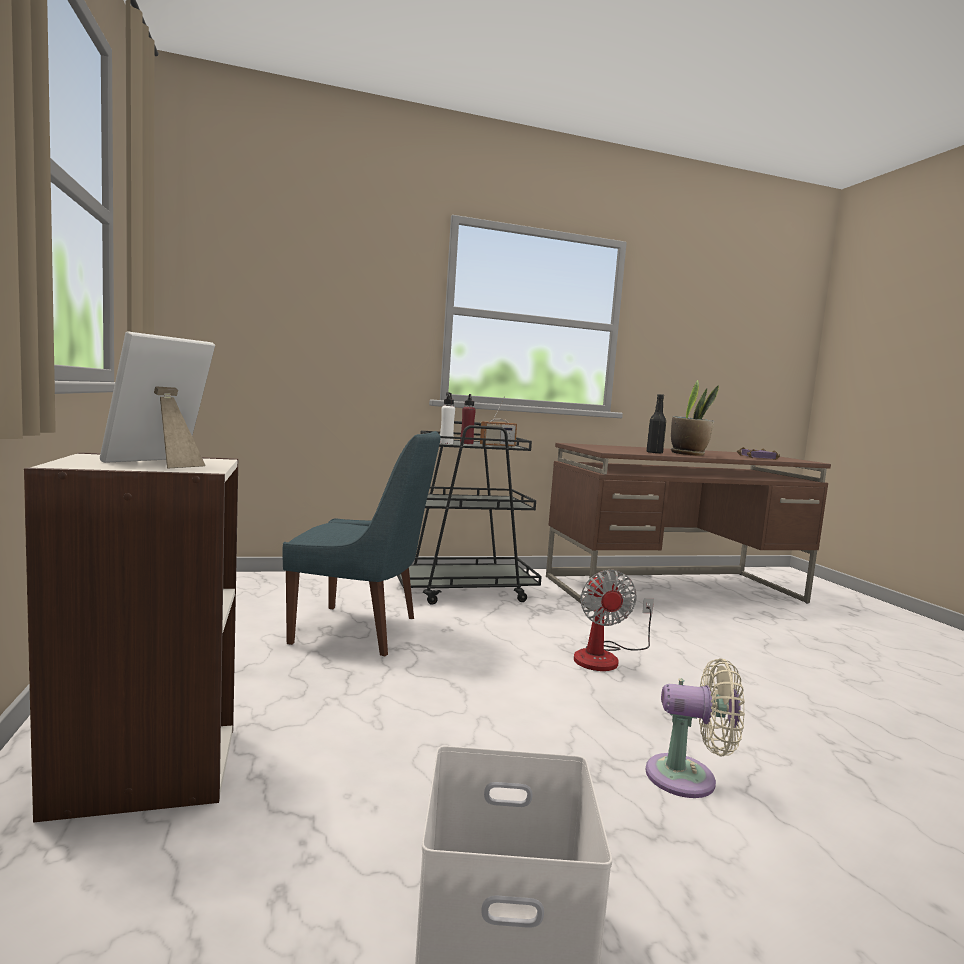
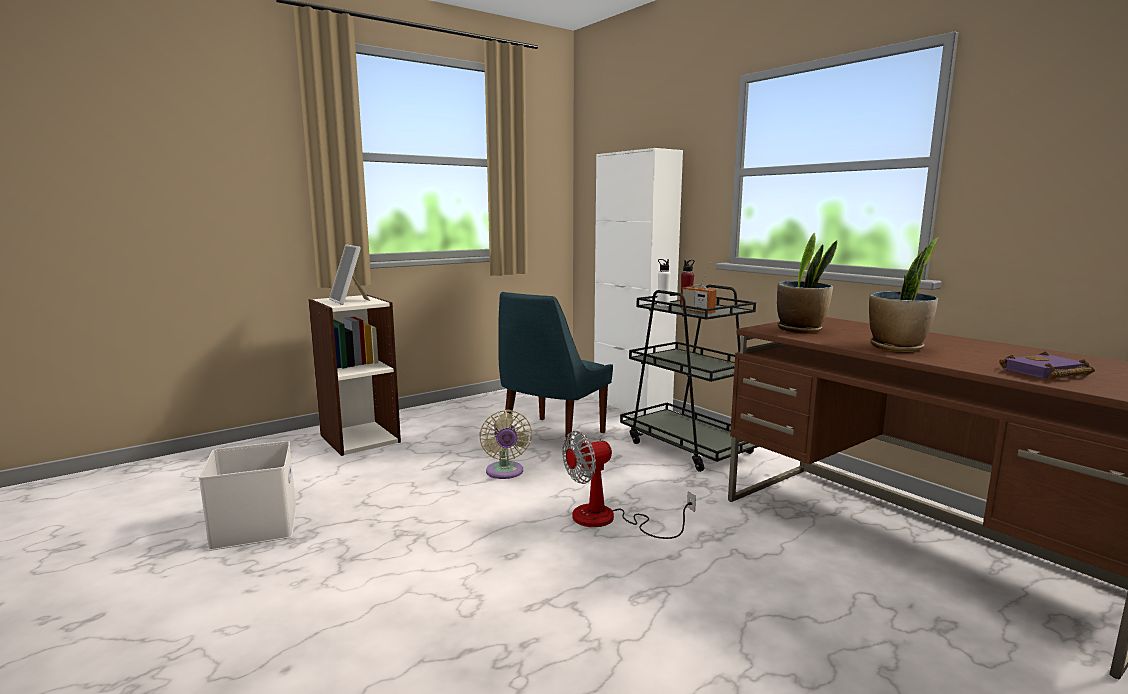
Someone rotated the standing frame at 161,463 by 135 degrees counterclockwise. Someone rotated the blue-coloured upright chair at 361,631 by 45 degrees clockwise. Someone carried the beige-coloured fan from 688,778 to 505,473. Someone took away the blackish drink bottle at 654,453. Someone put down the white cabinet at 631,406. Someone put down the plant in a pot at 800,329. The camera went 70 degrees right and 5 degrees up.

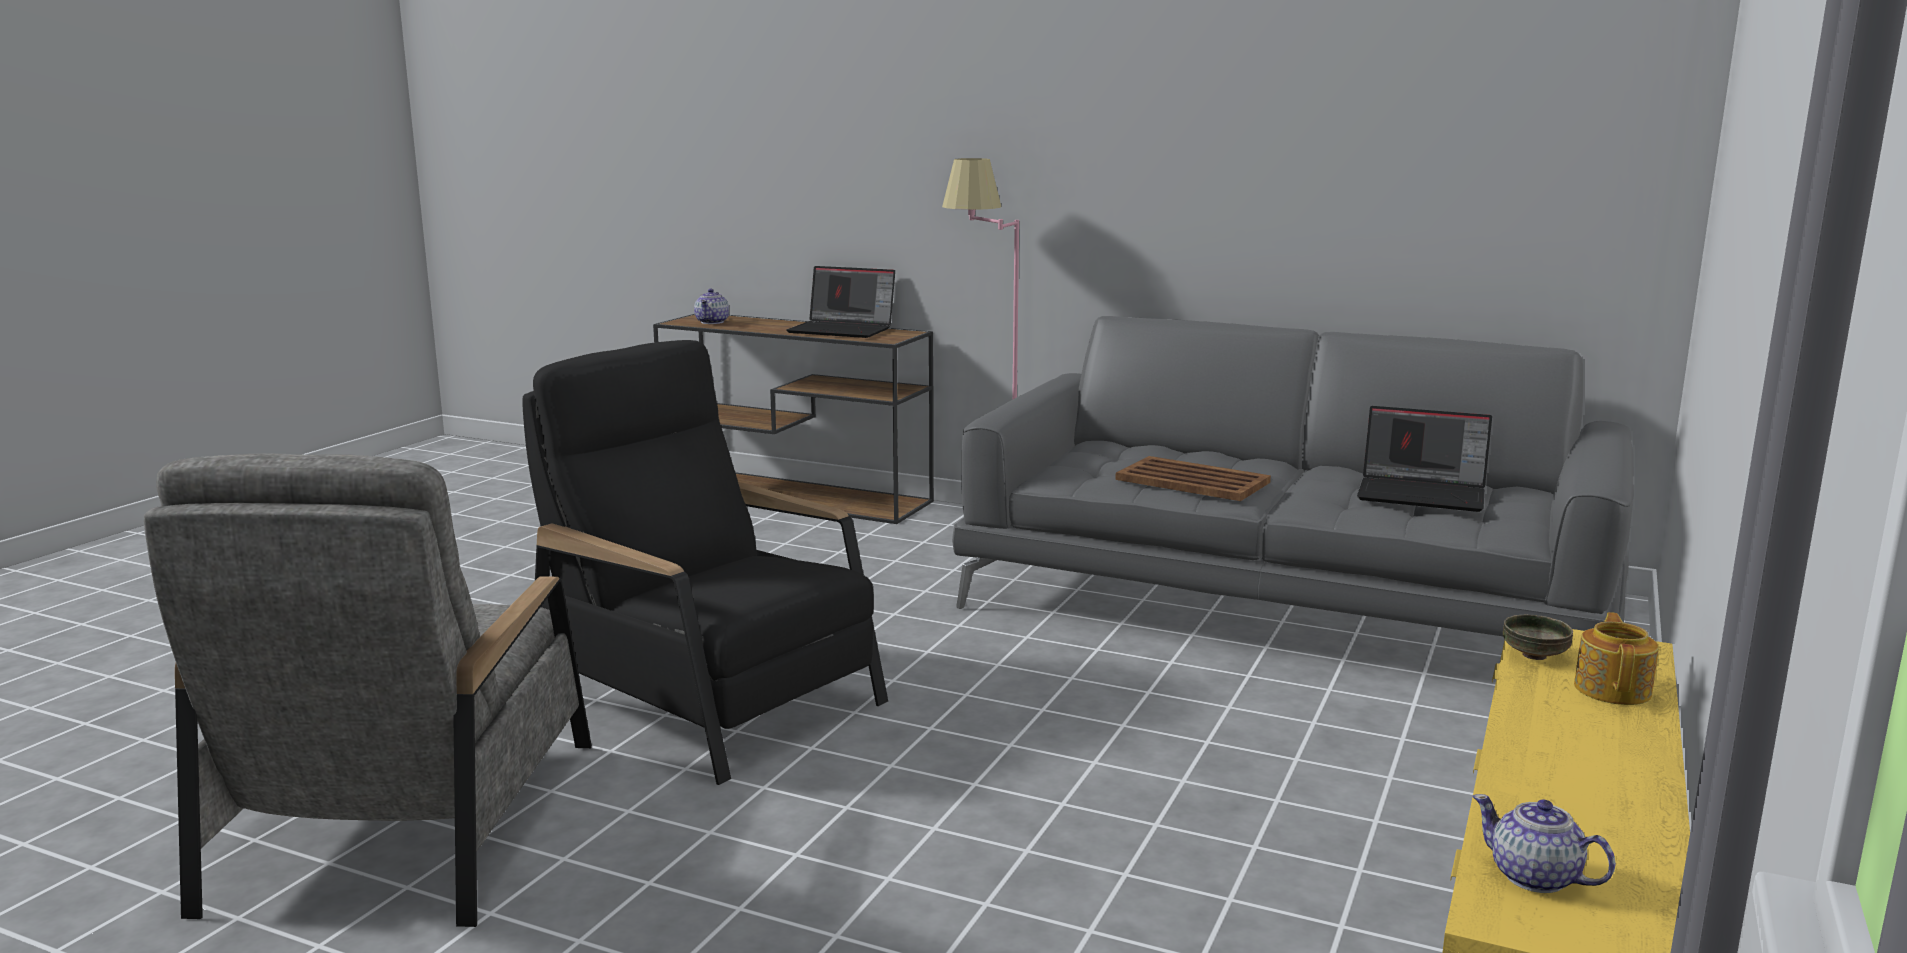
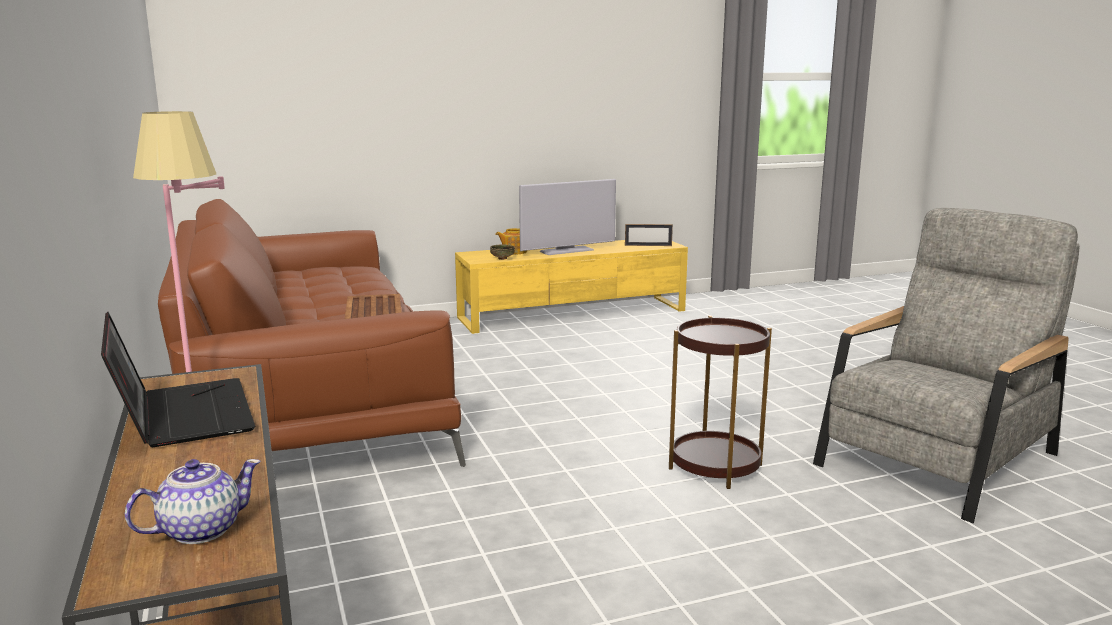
Someone swapped the blackish armchair at 709,699 for the brownish end table at 715,466. Someone repainted the gray couch at 1285,601, which became the brownish couch at 308,397. Someone took away the portable computer at 1423,494. Someone swapped the teapot at 1535,878 for the standing frame at 648,245. Someone put down the TV set at 566,251. The camera went 135 degrees left and 0 degrees up.

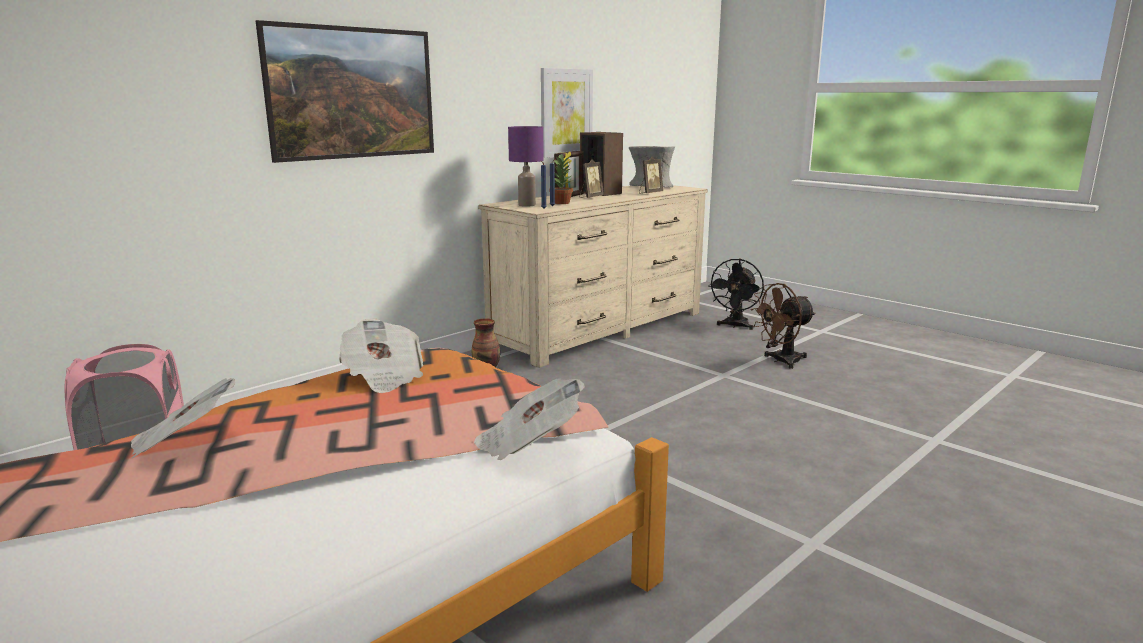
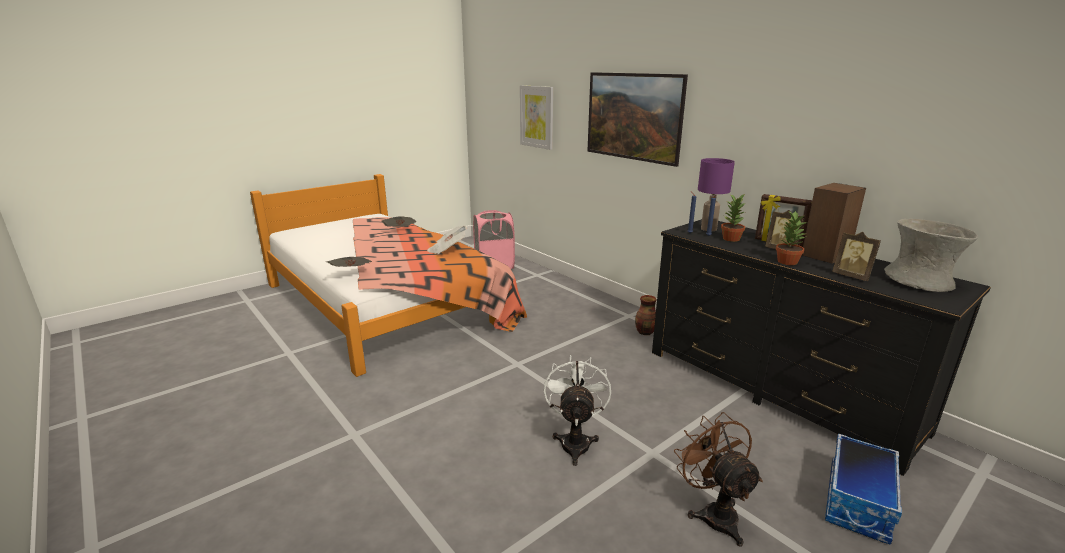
Someone repainted the beige-coloured drawer chest at 600,329, which became the blackish drawer chest at 776,389. Someone carried the wall picture from 566,112 to 537,117. Someone swapped the blackish fan at 735,326 for the storage bin at 859,502. Someone put down the white fan at 575,441. Someone put down the plant in a pot at 787,261. The camera went 95 degrees right and 5 degrees up.

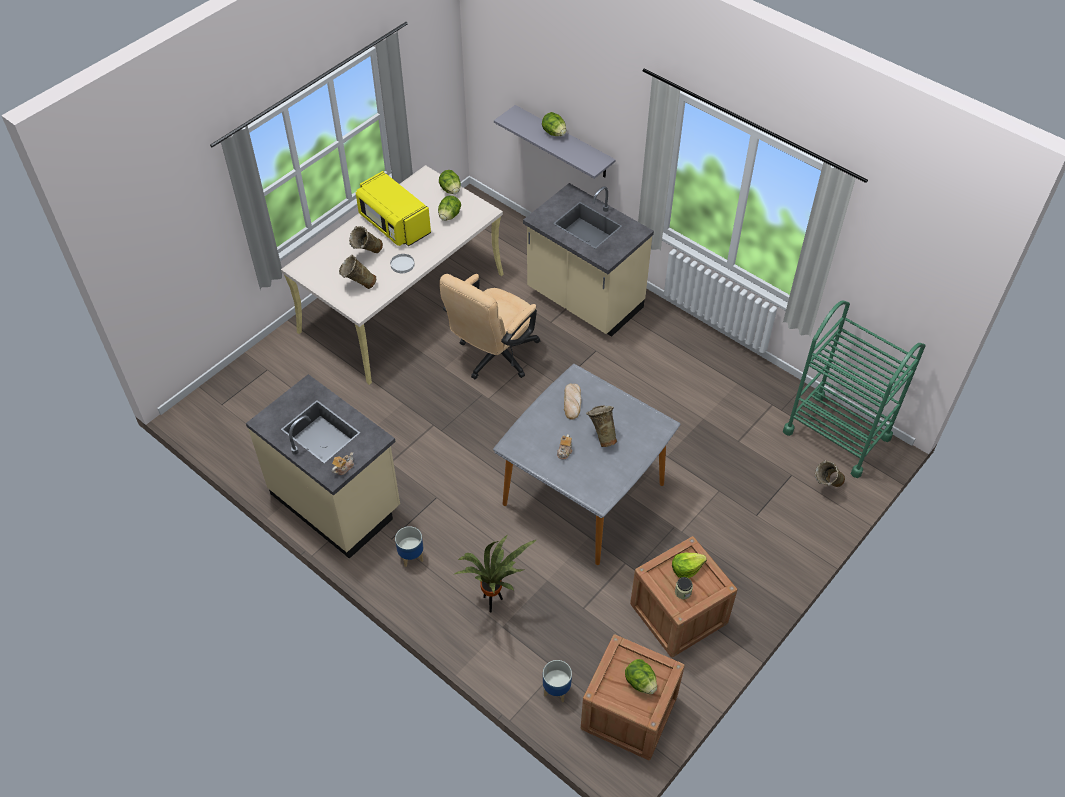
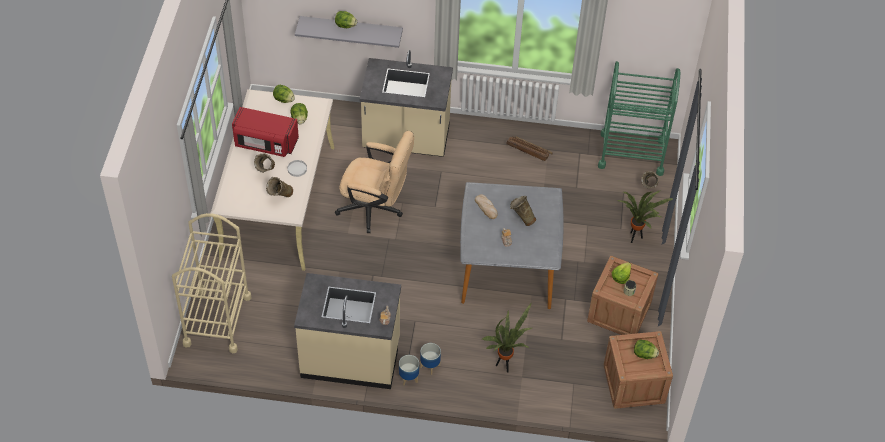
Someone repainted the yellowish microwave oven at 394,224, which became the red microwave oven at 265,143. Someone rotated the beige-coloured office chair at 493,357 by 75 degrees counterclockwise. Someone carried the plant pot from 556,689 to 408,378. Someone put down the beige-coloured trolley at 217,320. Someone put down the crate at 528,150. Someone put down the plant in a pot at 635,238. The camera went 35 degrees left and 0 degrees up.

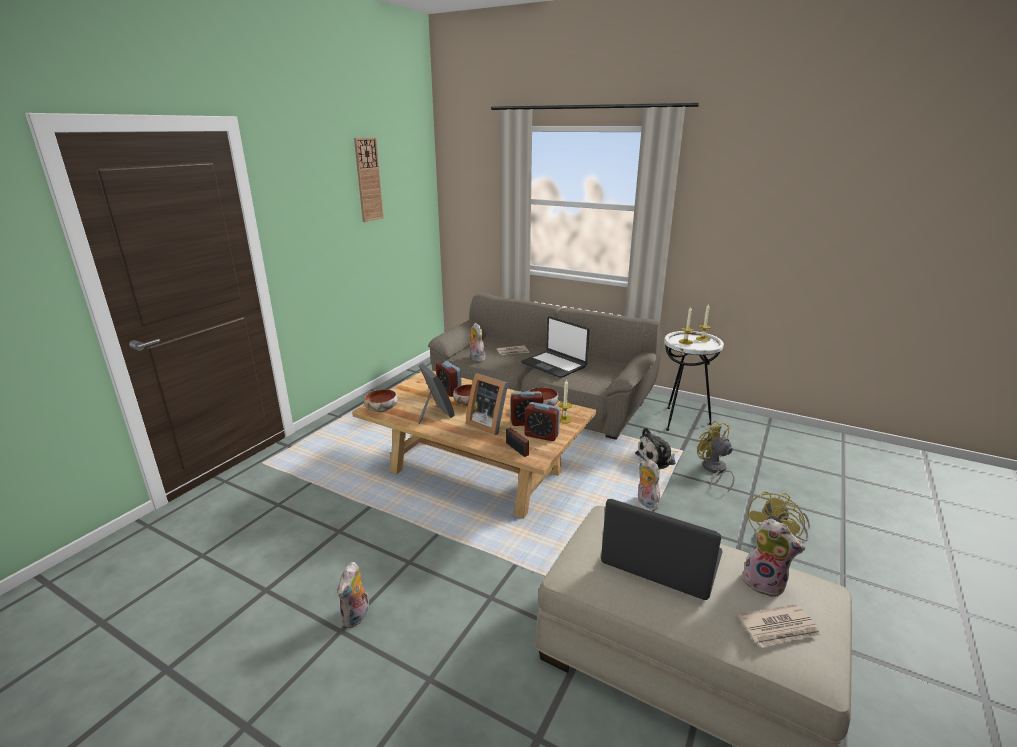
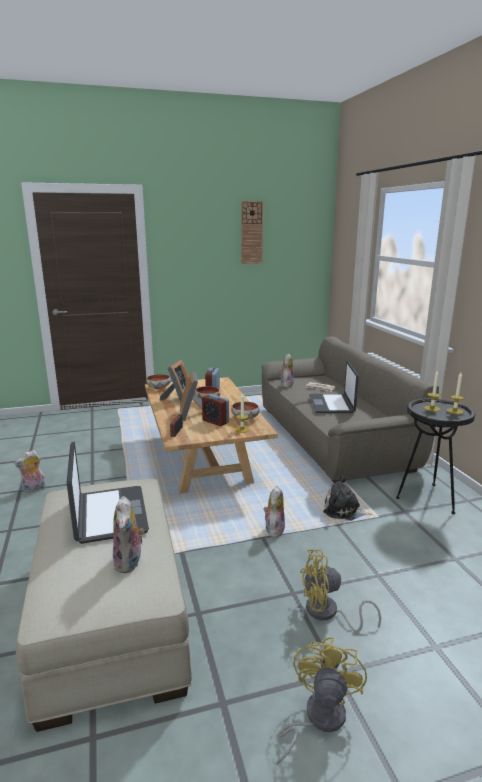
Someone took away the alarm clock at 541,435. Someone repainted the white end table at 682,420, which became the blackish end table at 428,498. Someone carried the yellowish fan from 714,470 to 317,718. Someone took away the printed paper at 779,628. The camera went 45 degrees right and 5 degrees down.

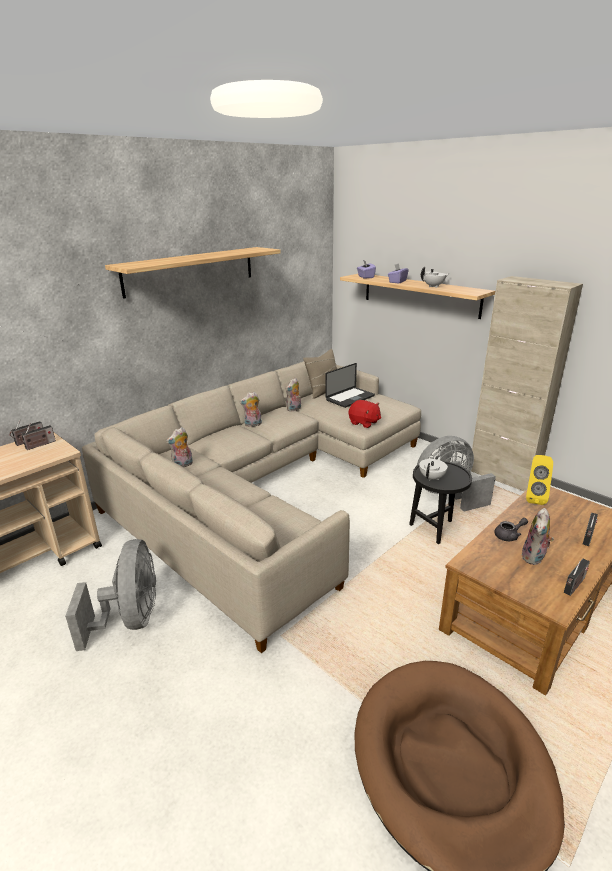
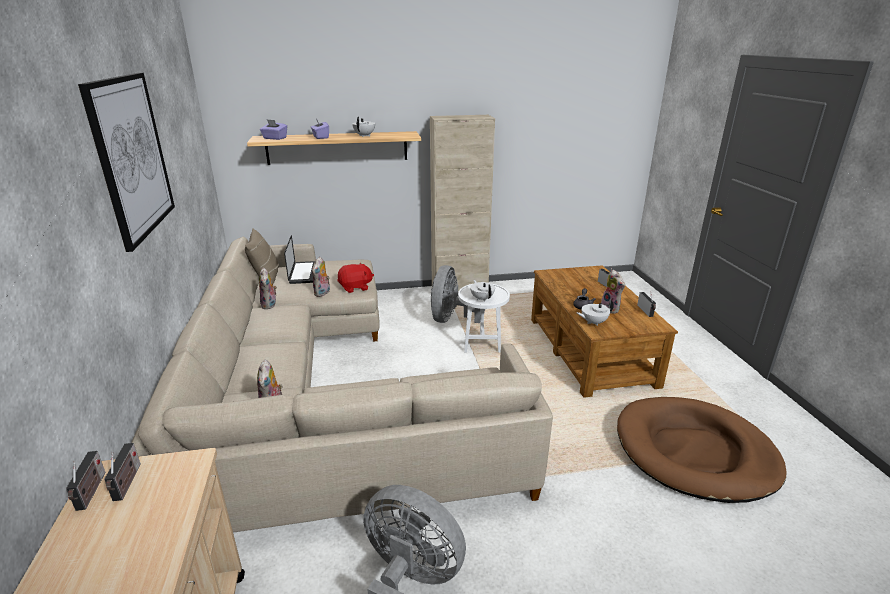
Someone swapped the shelf at 191,271 for the wall picture at 132,157. Someone carried the soft toy from 252,425 to 322,293. Someone repainted the blackish end table at 435,528, which became the white end table at 482,344. Someone took away the yellowish loudspeaker at 534,498. Someone put down the white teapot at 593,322. The camera went 55 degrees left and 0 degrees up.

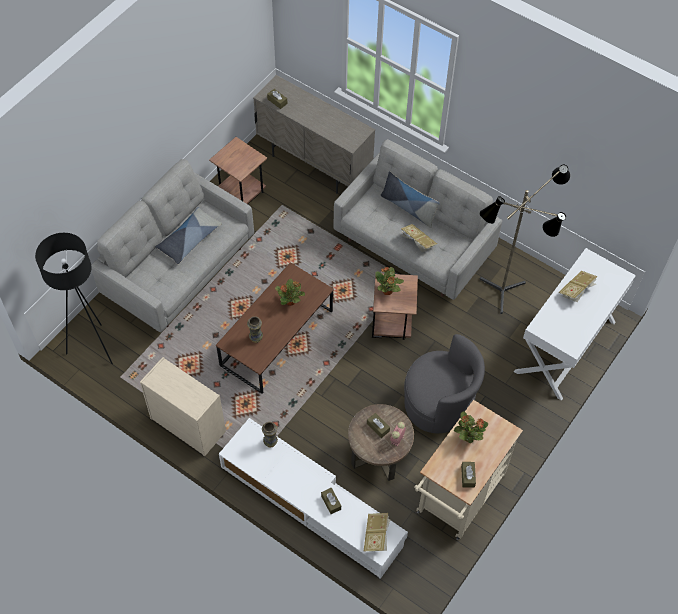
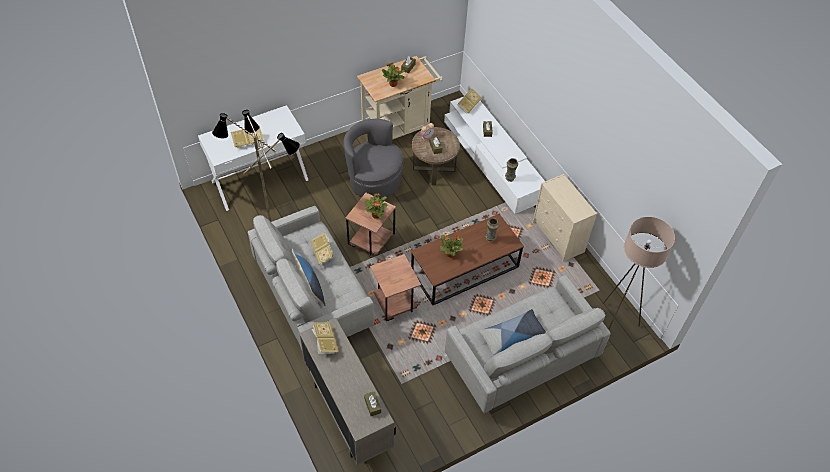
Someone repainted the blackish floor lamp at 93,347, which became the beige-coloured floor lamp at 615,322. Someone carried the brownish end table from 242,194 to 394,305. Someone put down the bound book at 325,342. The camera went 155 degrees left and 5 degrees down.

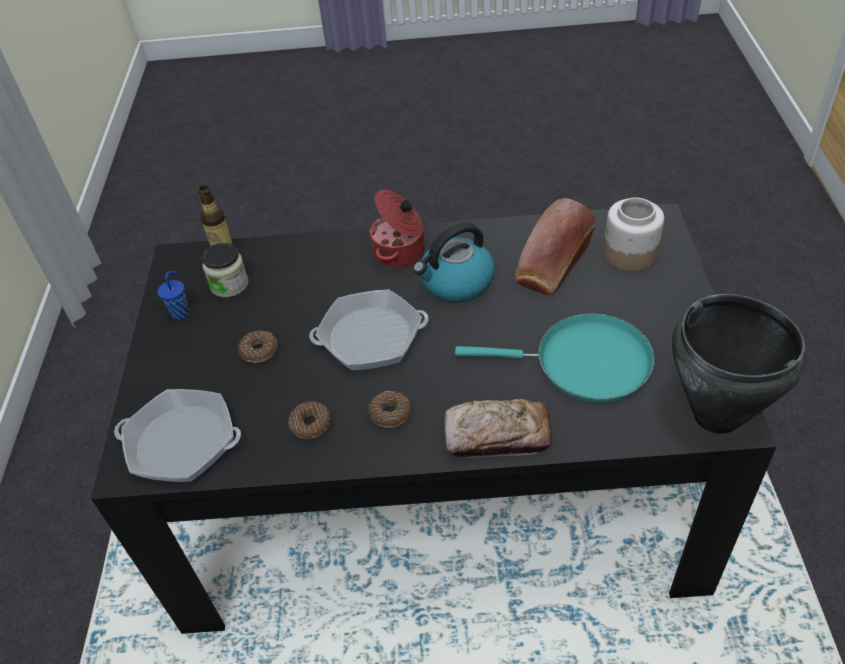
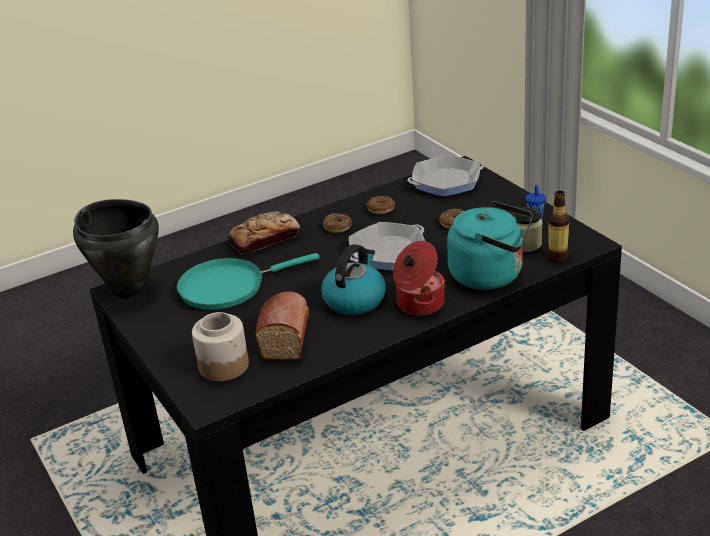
Someone put down the blue-green kettle at 491,275. The camera went 150 degrees right and 15 degrees down.

